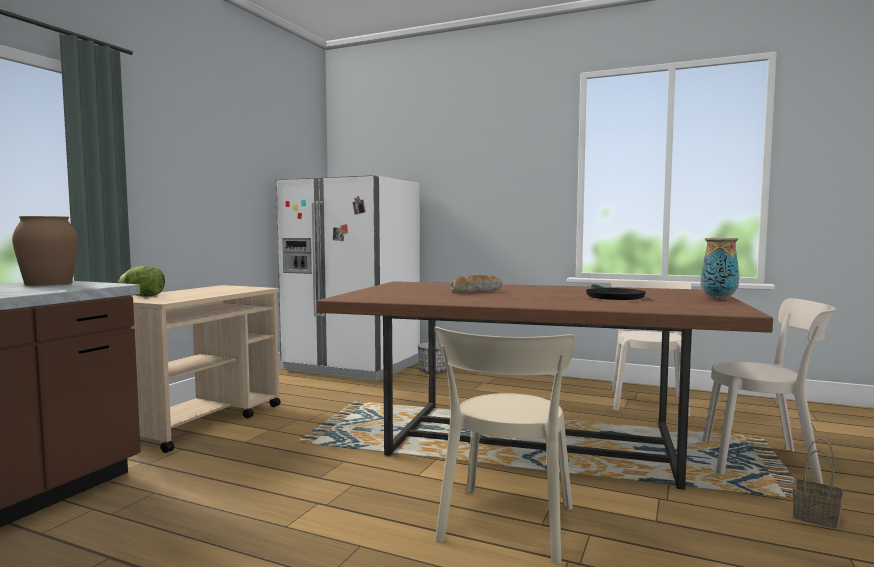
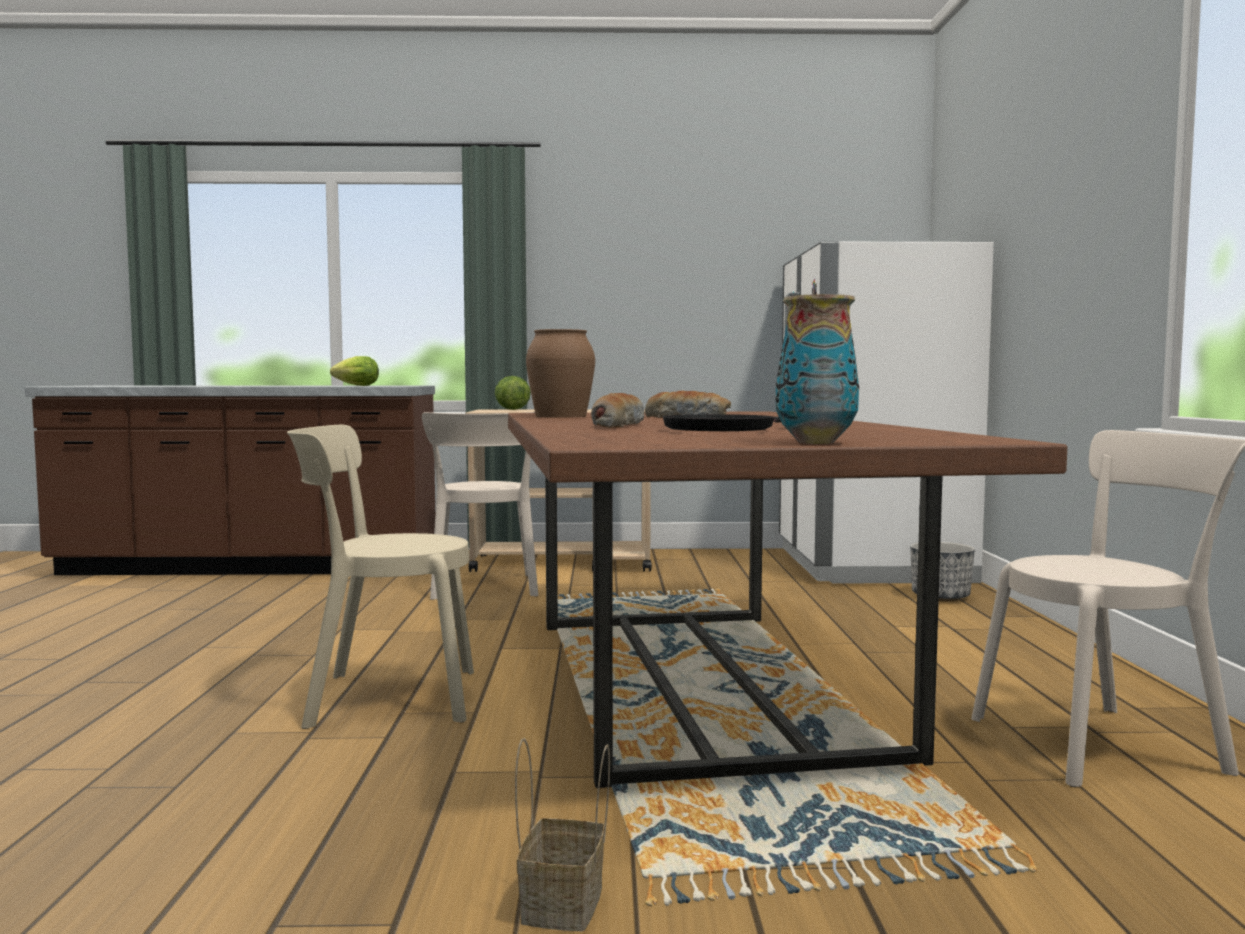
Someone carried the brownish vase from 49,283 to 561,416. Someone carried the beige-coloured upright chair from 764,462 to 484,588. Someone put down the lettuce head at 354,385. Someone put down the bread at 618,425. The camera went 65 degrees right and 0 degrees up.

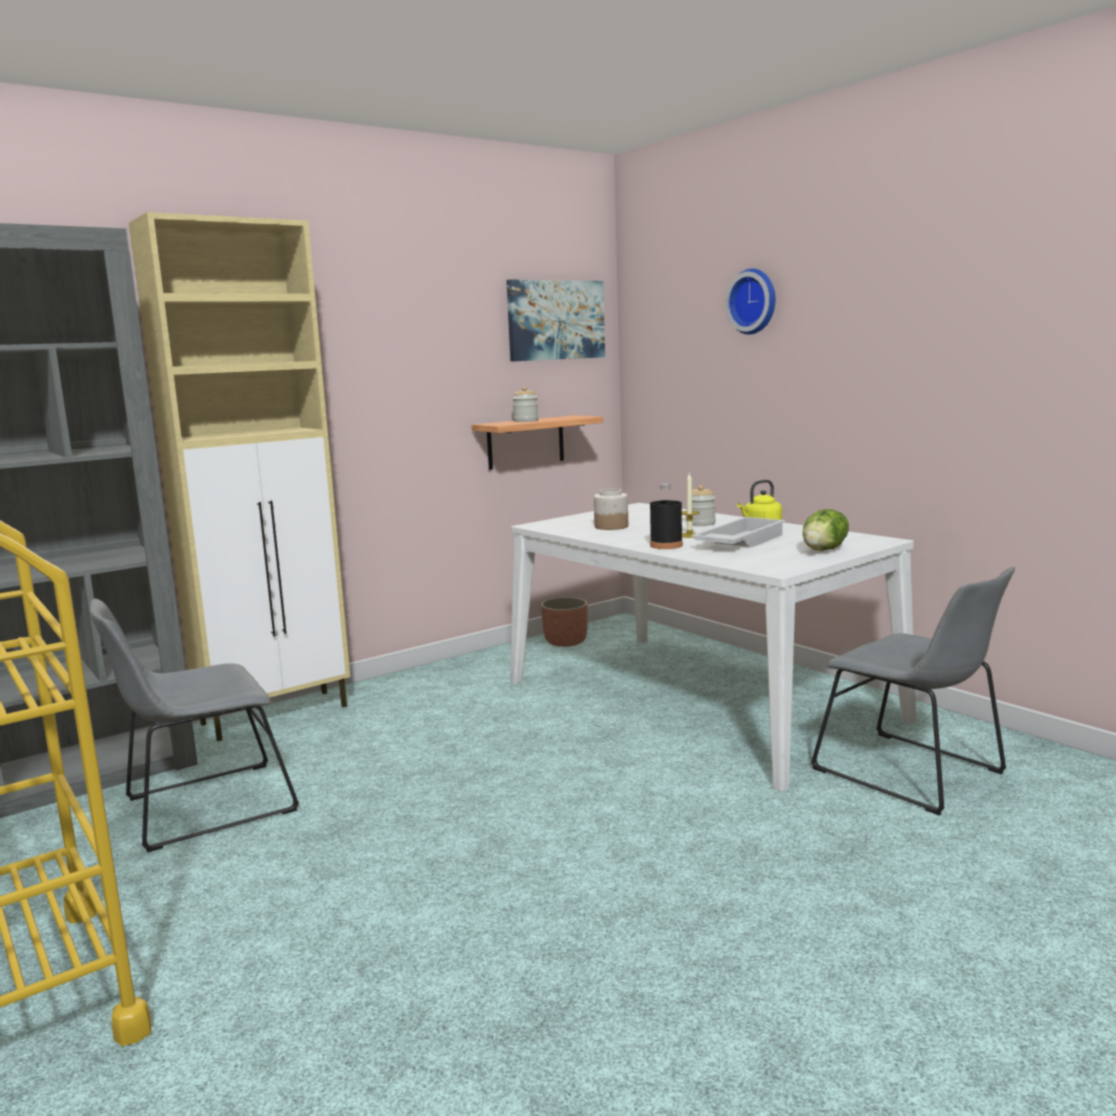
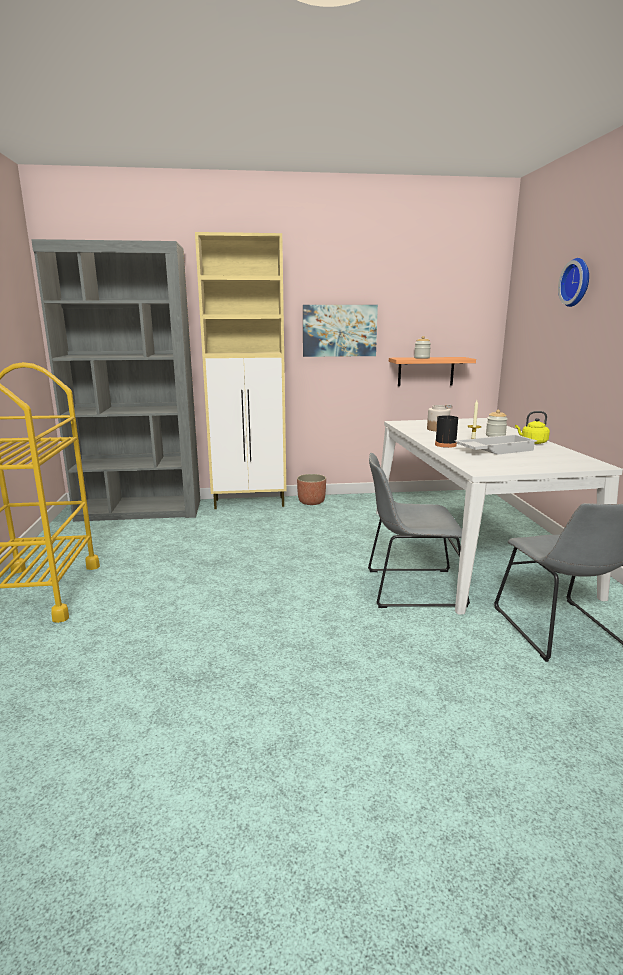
Someone carried the gray upright chair from 202,807 to 409,588. Someone carried the wall picture from 555,320 to 339,330. Someone carried the plant pot from 565,642 to 311,502. Someone took away the lettuce head at 824,550. The camera went 30 degrees right and 5 degrees up.

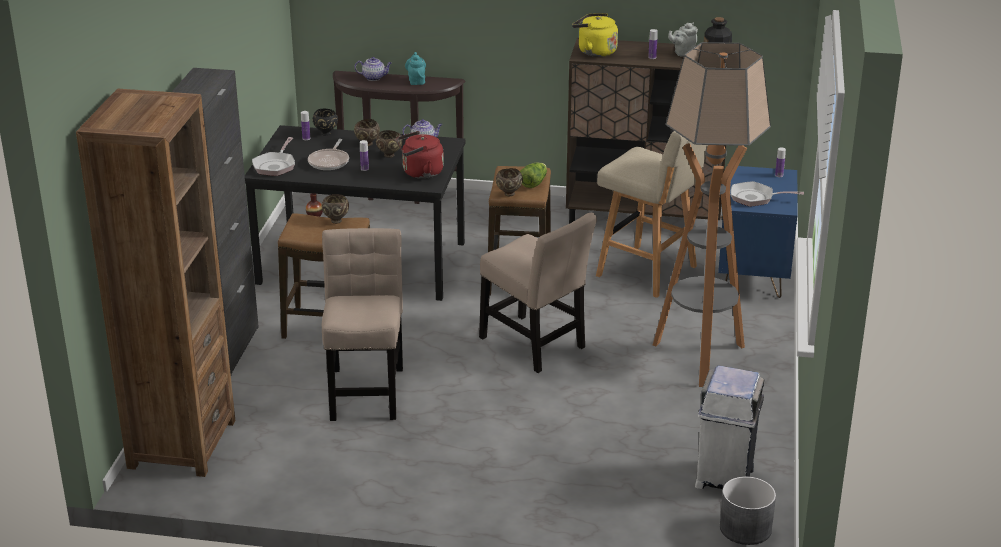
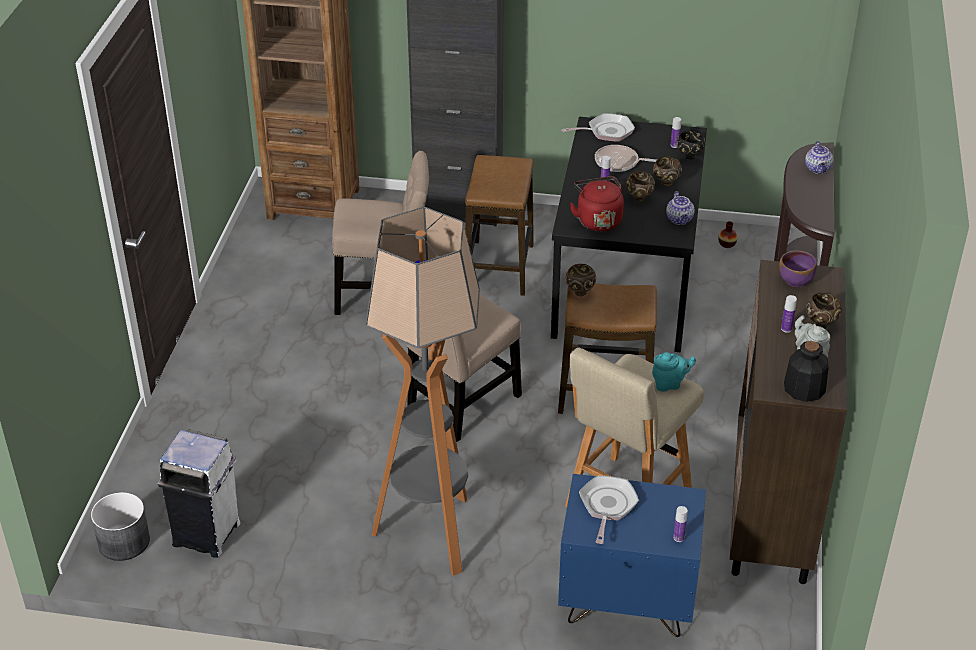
Someone rotated the frying pan at 275,165 by 150 degrees clockwise. Someone carried the brownish bowl from 336,220 to 821,324. Someone carried the blue-green teapot from 416,81 to 670,384. Someone took away the lettuce head at 533,183. Someone swapped the yellowish kettle at 594,51 for the purplish bowl at 796,280. The camera went 90 degrees right and 10 degrees up.

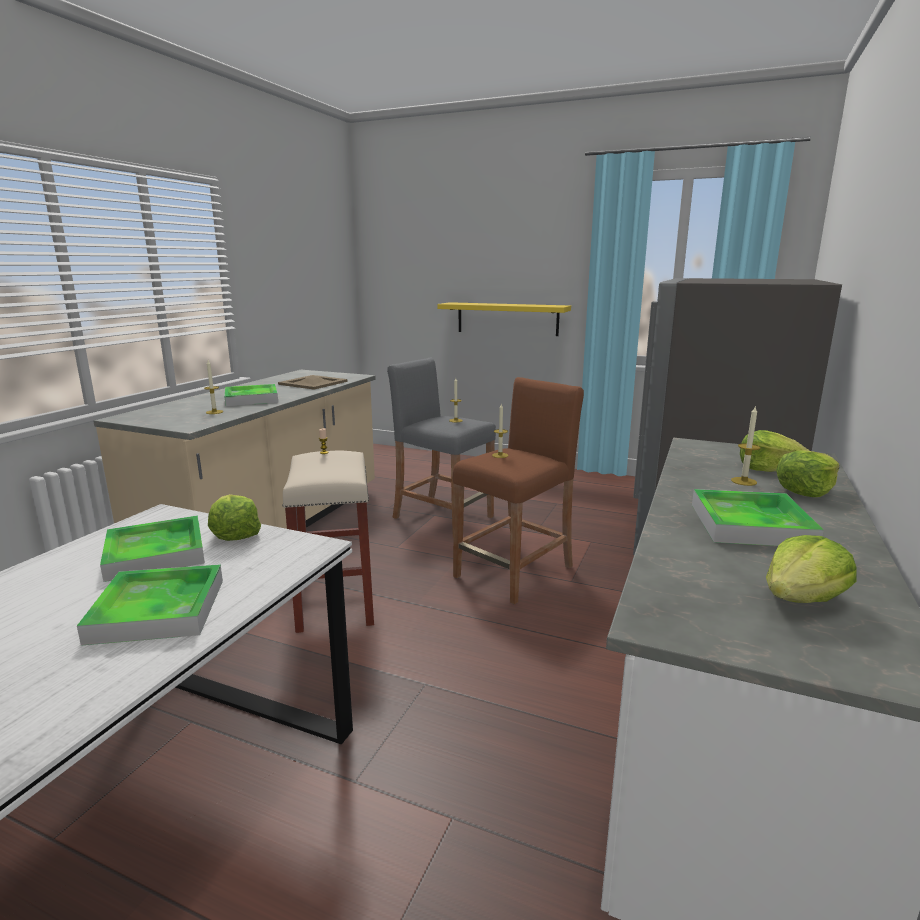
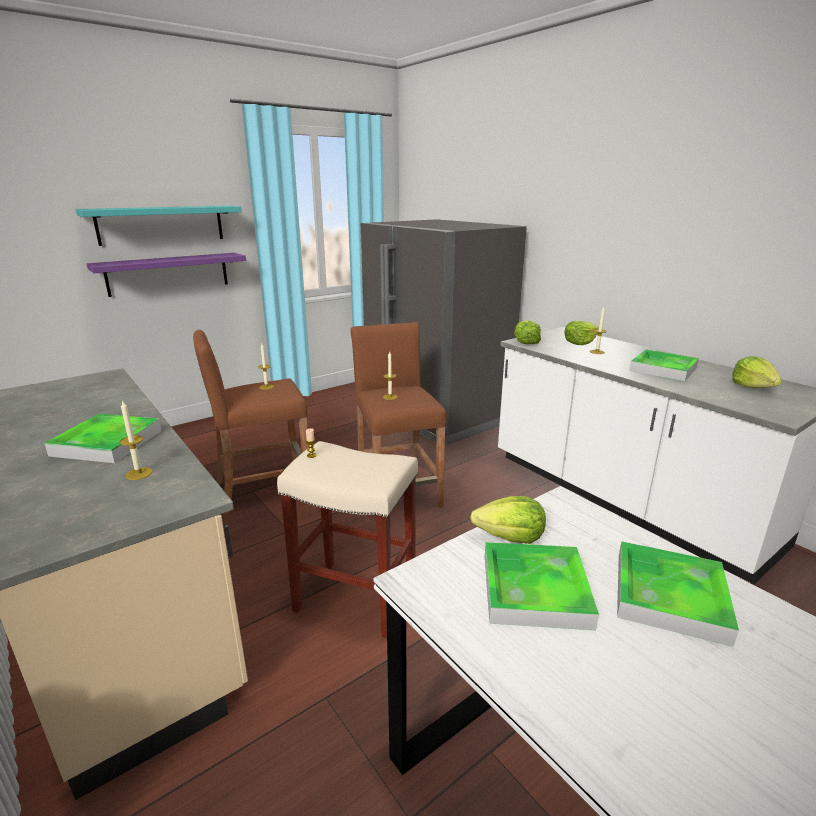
Someone took away the beige-coloured carrying tray at 313,383. Someone repainted the gray stool at 443,517, which became the brownish stool at 263,488. Someone repainted the yellowish shelf at 507,319, which became the purplish shelf at 168,274. Someone carried the lettuce head from 805,490 to 525,342. Someone put up the blue-green shelf at 161,224. The camera went 60 degrees left and 5 degrees up.

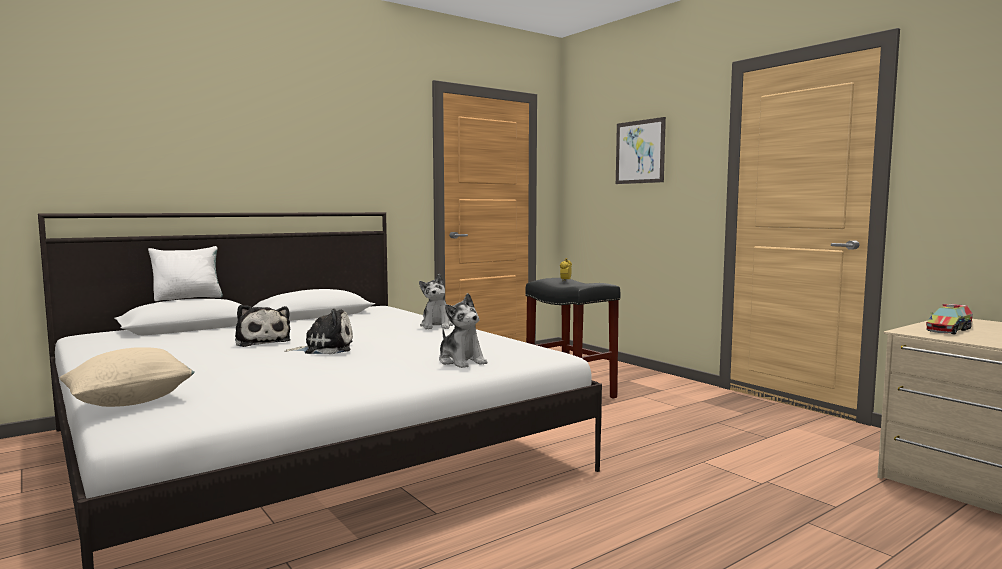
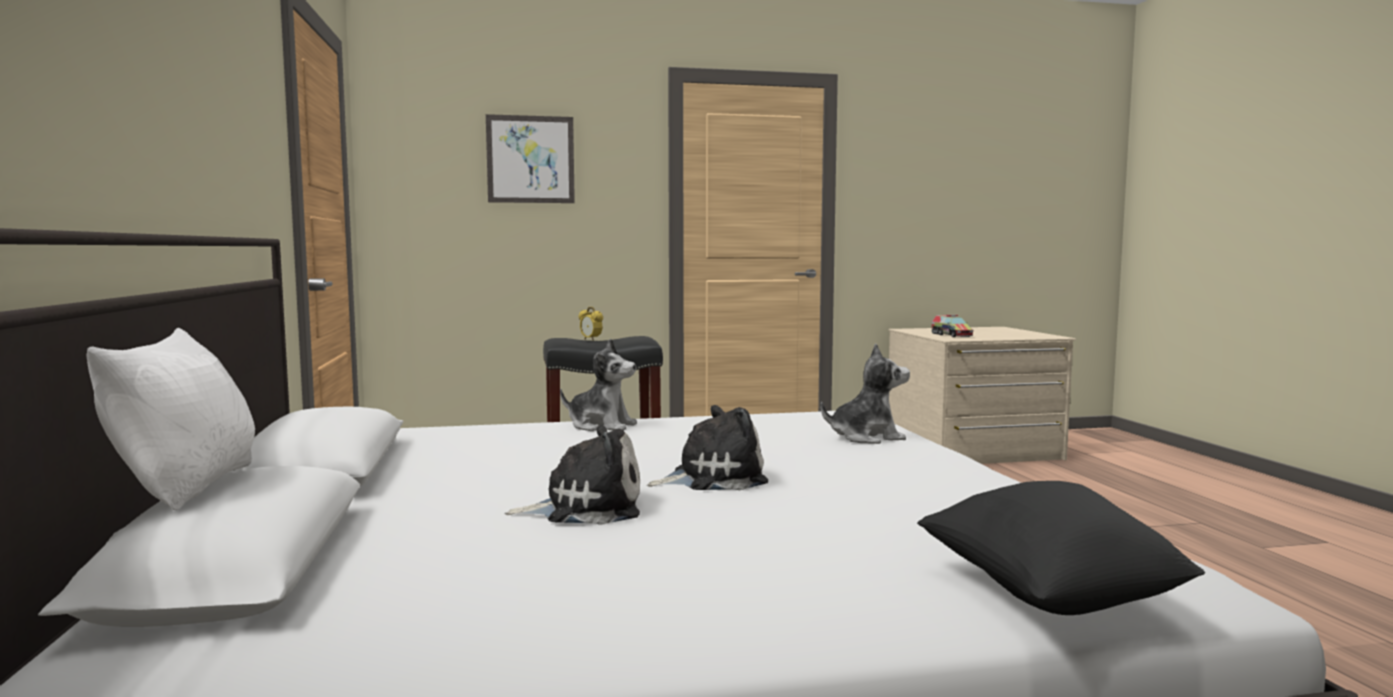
Someone repainted the beige-coloured throw pillow at 130,402, which became the blackish throw pillow at 1048,595. Someone rotated the soft toy at 325,349 by 60 degrees clockwise. The camera went 65 degrees left and 0 degrees up.

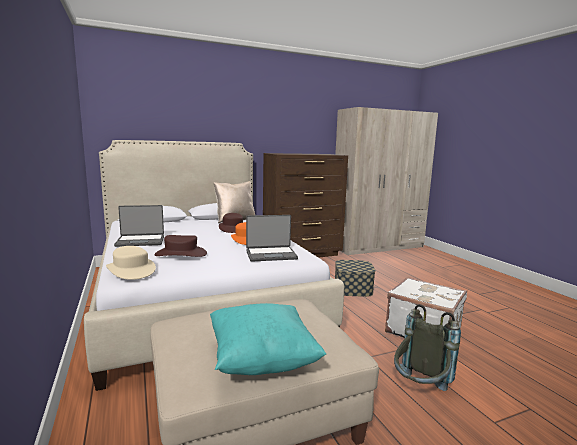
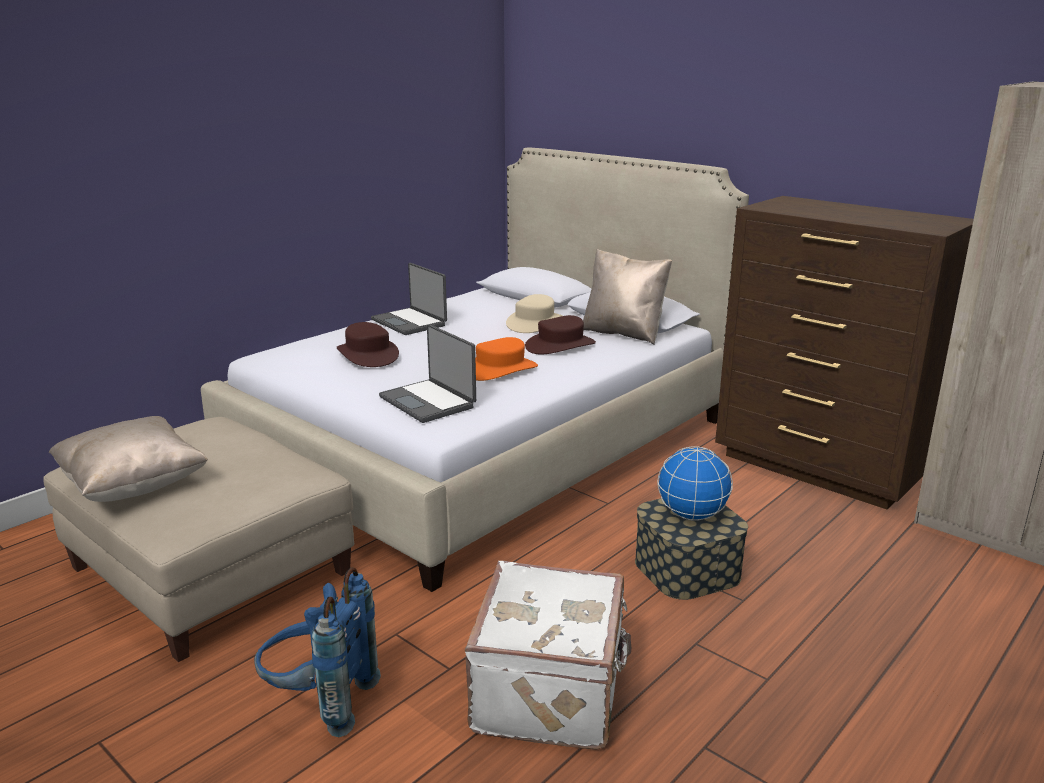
Someone carried the beige-coloured clothing hat from 131,270 to 534,323. Someone repainted the blue-green throw pillow at 262,360, which became the beige-coloured throw pillow at 133,486. Someone repainted the gray knapsack at 419,390, which became the blue-coloured knapsack at 319,703. Someone put down the world globe at 692,515. The camera went 65 degrees right and 10 degrees up.

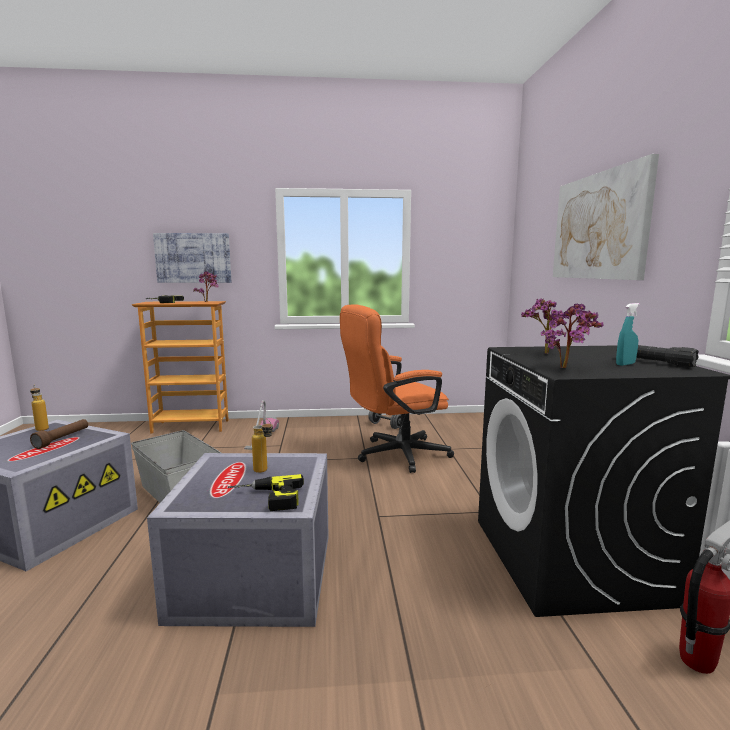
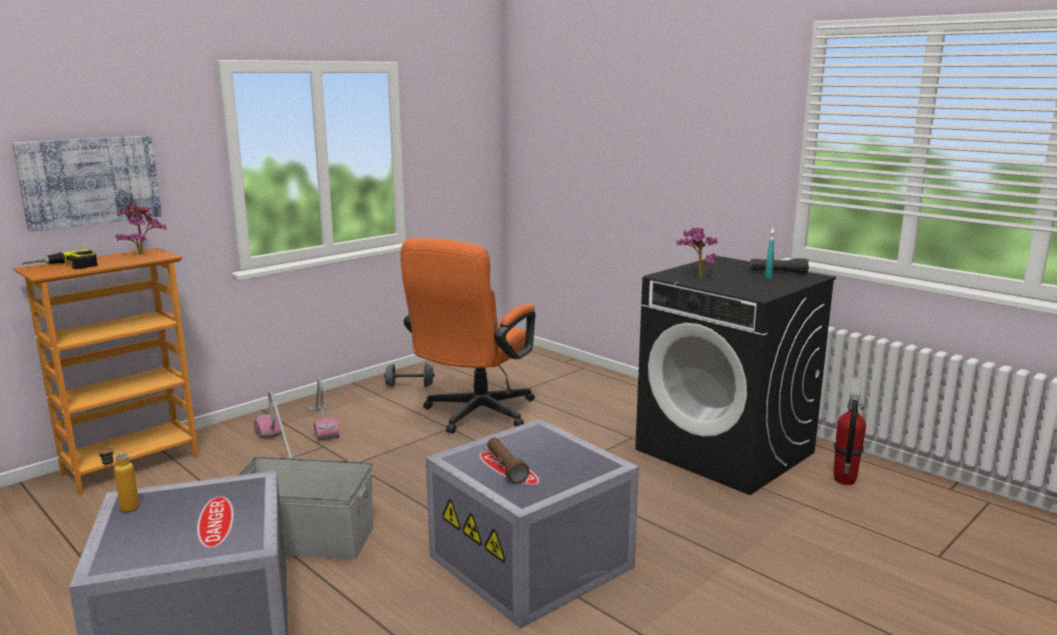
Someone carried the brownish torch from 62,439 to 505,467. Someone took away the power drill at 266,499. Someone took away the drink bottle at 264,471. Someone took away the plant in a pot at 568,368. Someone took away the wall picture at 599,226. Someone put down the vacuum at 322,423. The camera went 40 degrees left and 5 degrees up.

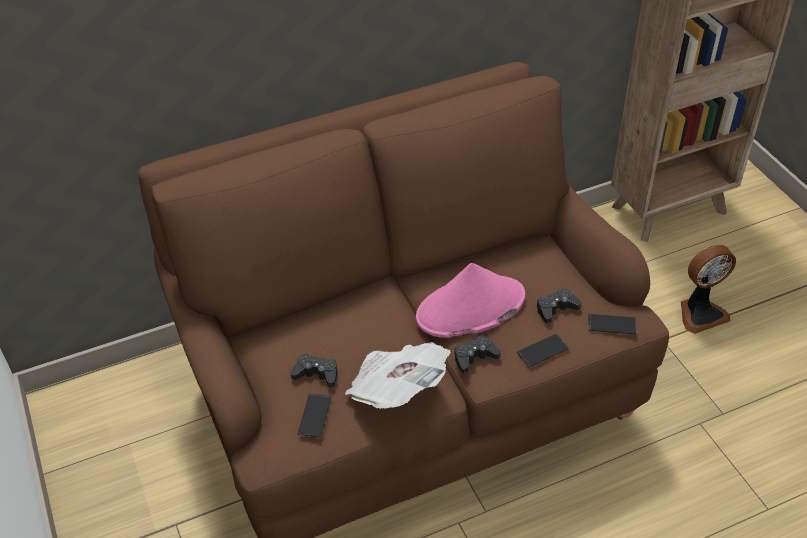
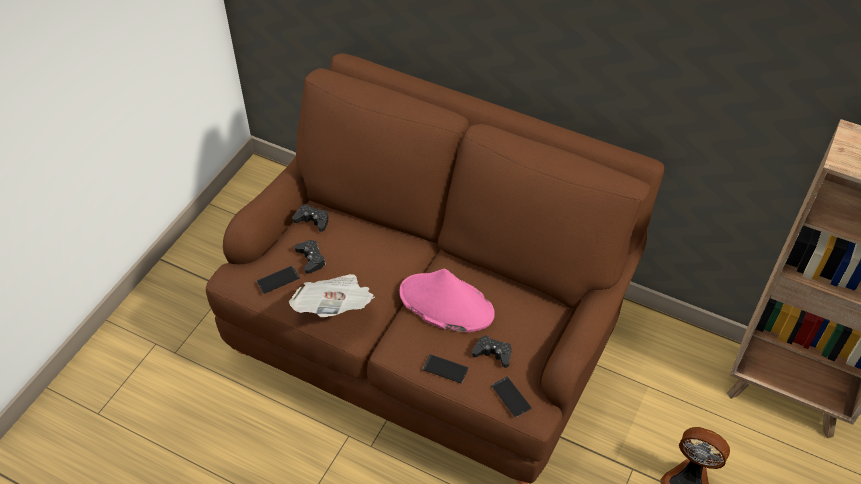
Someone carried the blackish gamepad from 475,357 to 312,220. The camera went 50 degrees right and 5 degrees up.

